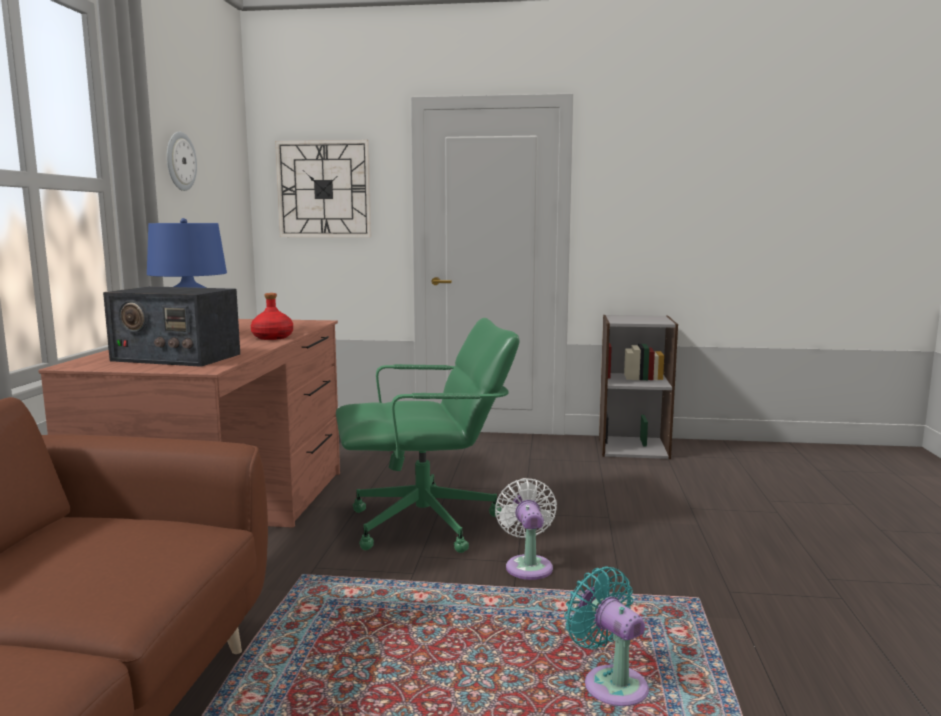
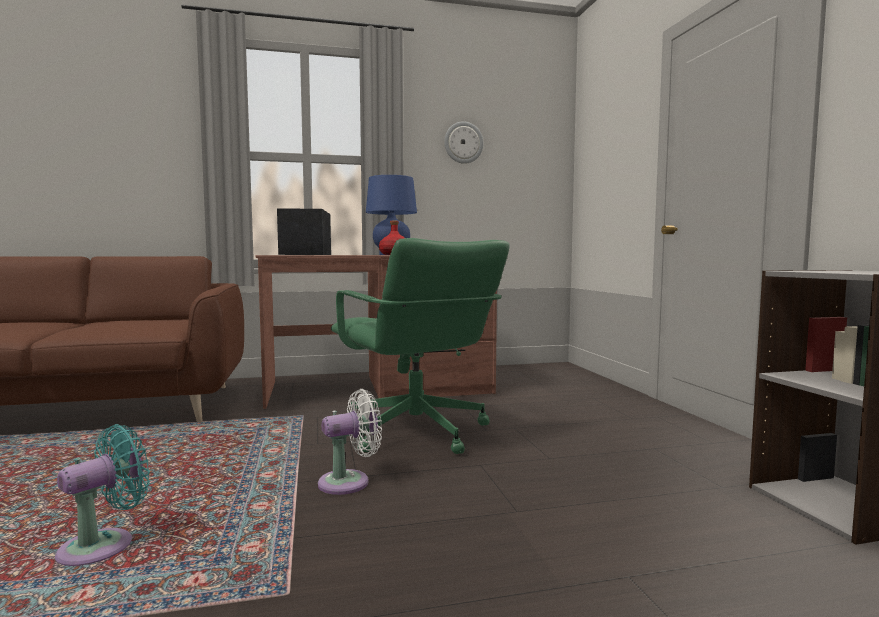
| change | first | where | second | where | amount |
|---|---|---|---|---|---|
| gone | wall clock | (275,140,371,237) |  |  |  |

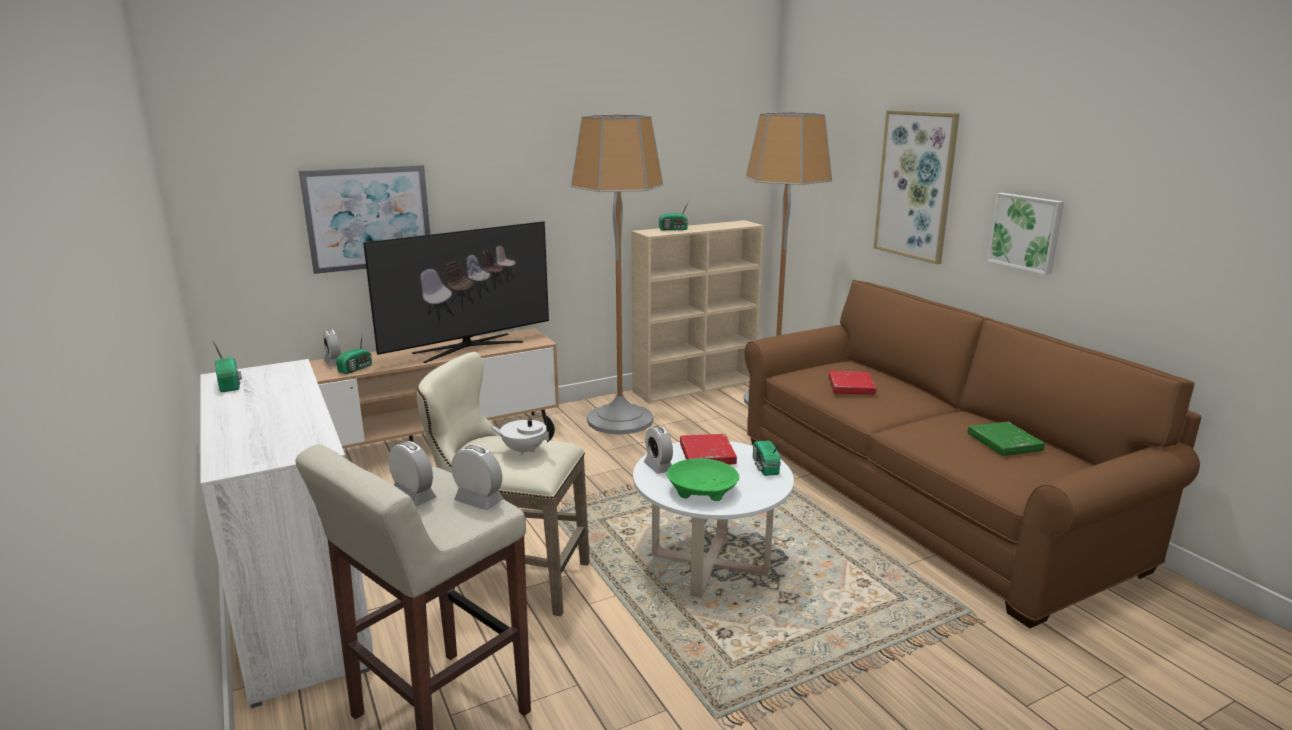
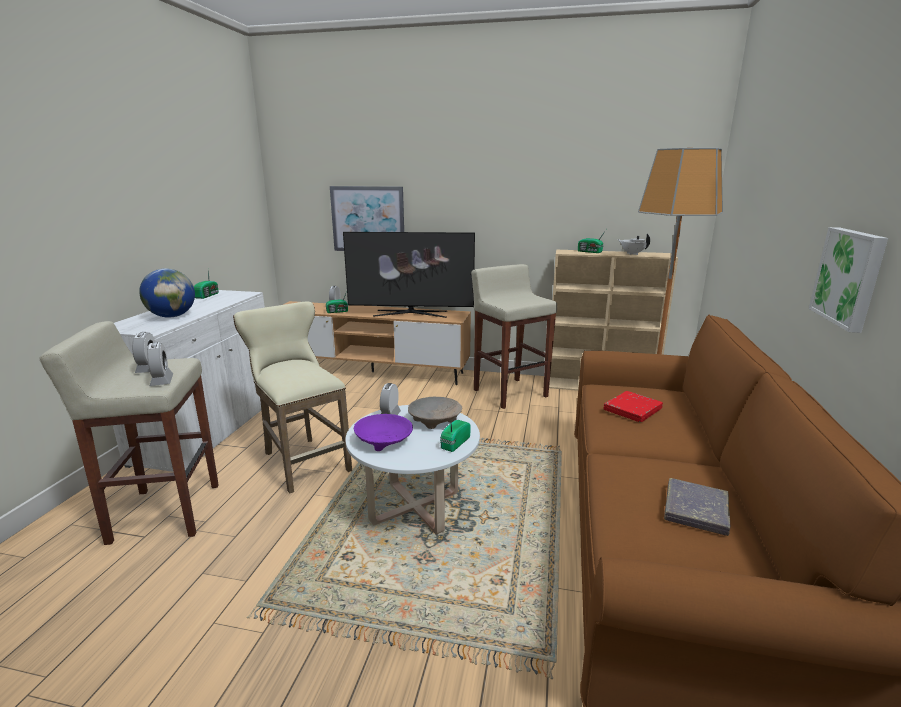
| change | first | where | second | where | amount |
|---|---|---|---|---|---|
| gone | picture | (874,110,960,264) |  |  |  |
| new |  |  | globe | (139,268,195,318) |  |
| shifted | white teapot | (489,415,555,456) |  | (618,233,650,255) |  |
| swapped | floor lamp | (571,114,663,435) | beige stool | (471,264,557,409) |  |
| swapped | red book | (680,434,737,465) | beige bowl | (408,396,462,429) |  |
| repainted | green bowl | (667,458,739,501) | purple bowl | (354,414,413,451) |  |
| repainted | green book | (967,422,1045,456) | grey book | (664,478,730,536) |  |

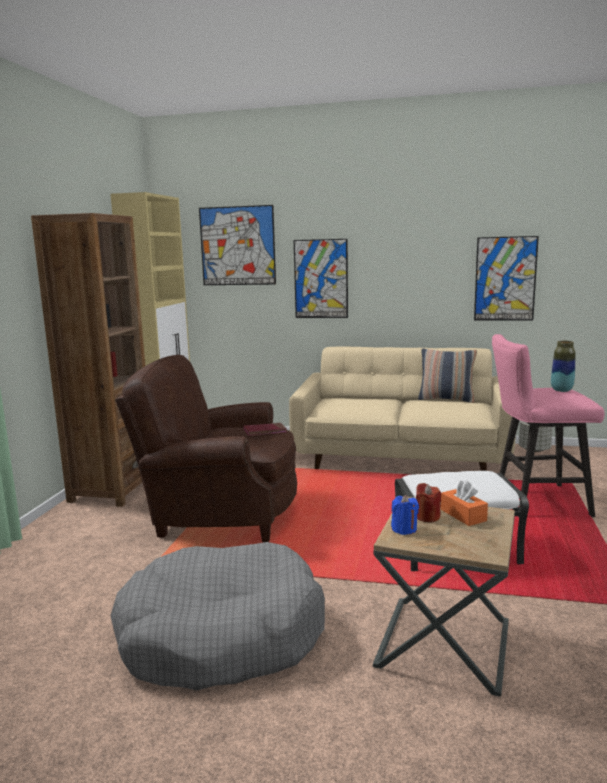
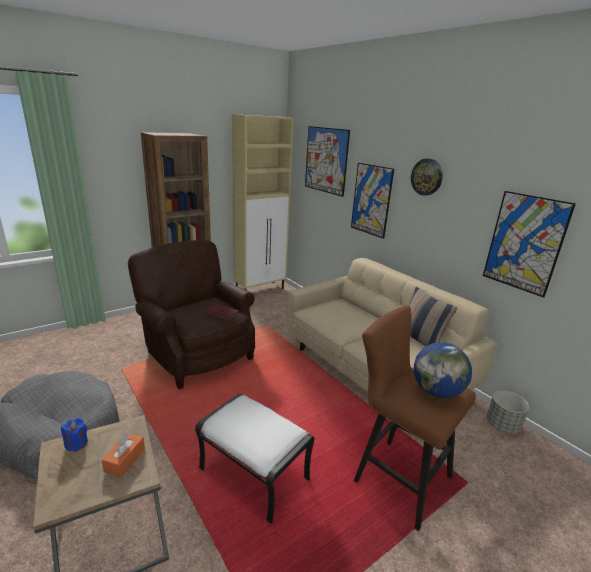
| change | first | where | second | where | amount |
|---|---|---|---|---|---|
| gone | red candle | (416,483,441,522) |  |  |  |
| new |  |  | wall clock | (411,159,443,196) |  |
| swapped | vase | (551,341,575,392) | globe | (414,342,472,398) |  |
| repainted | pink stool | (492,334,605,517) | brown stool | (354,305,476,531) |  |

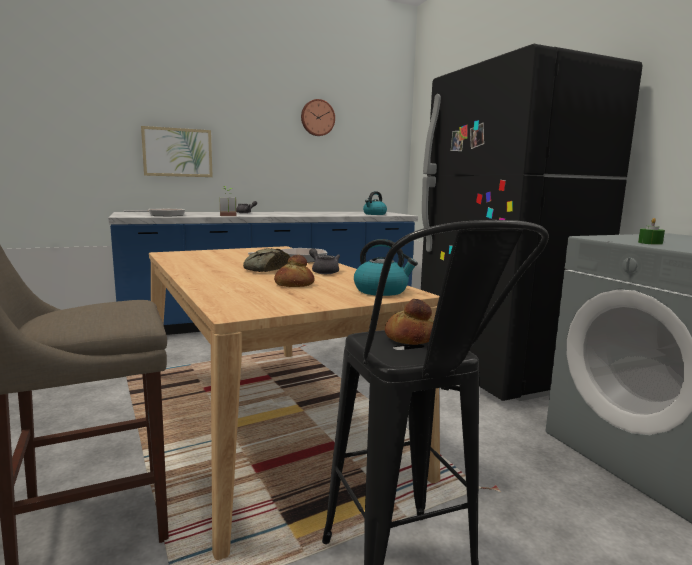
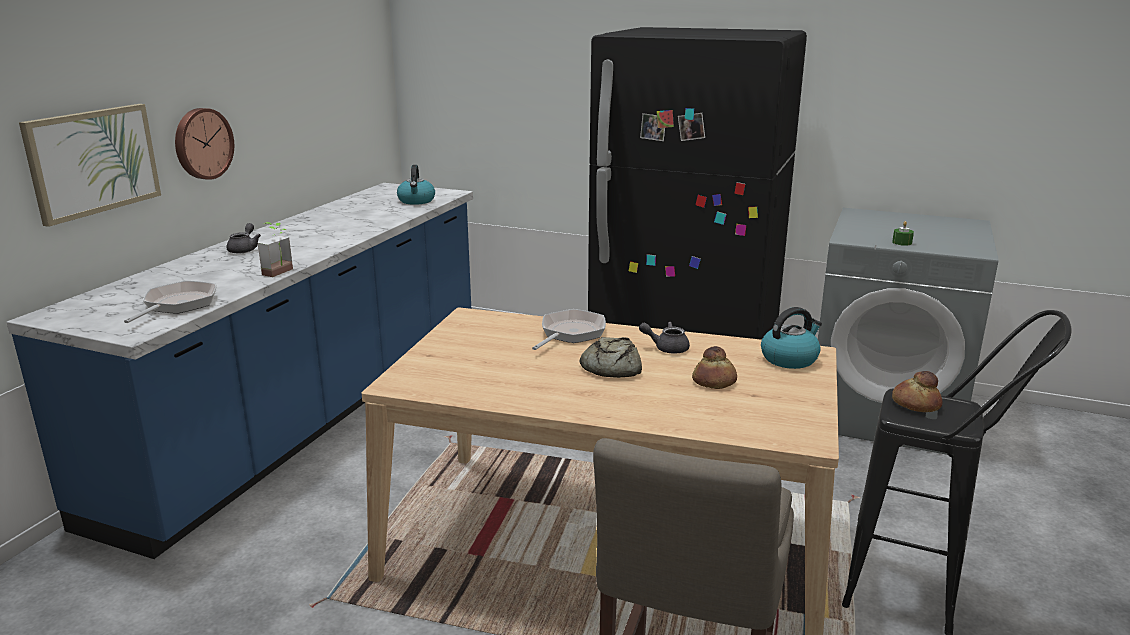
| change | first | where | second | where | amount |
|---|---|---|---|---|---|
| shifted | wall clock | (301,99,335,136) |  | (175,108,234,180) |  |

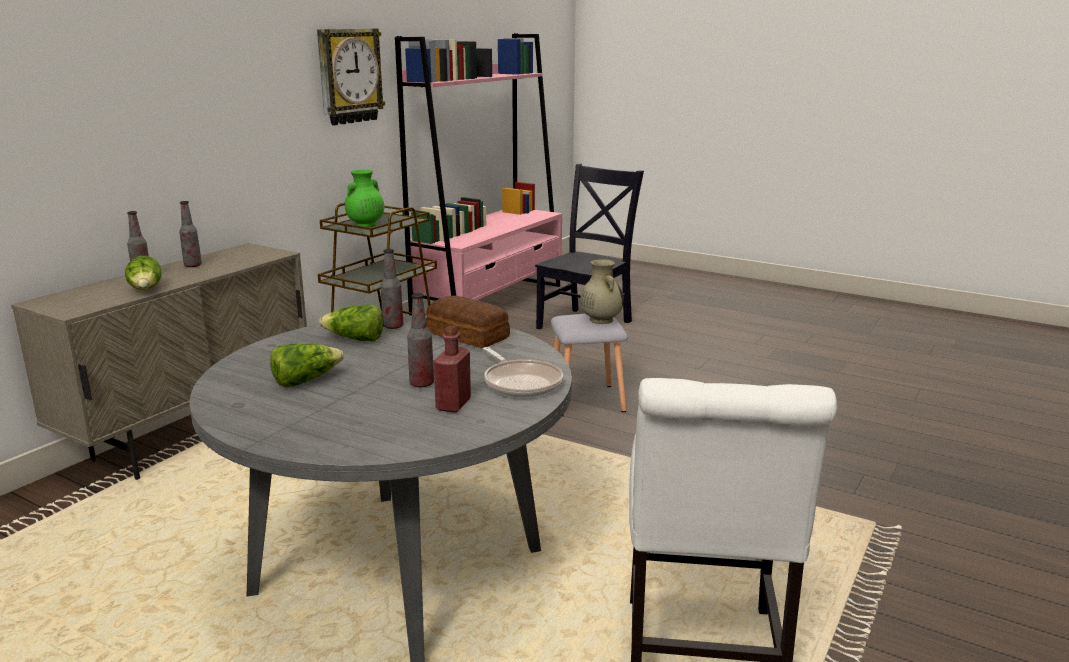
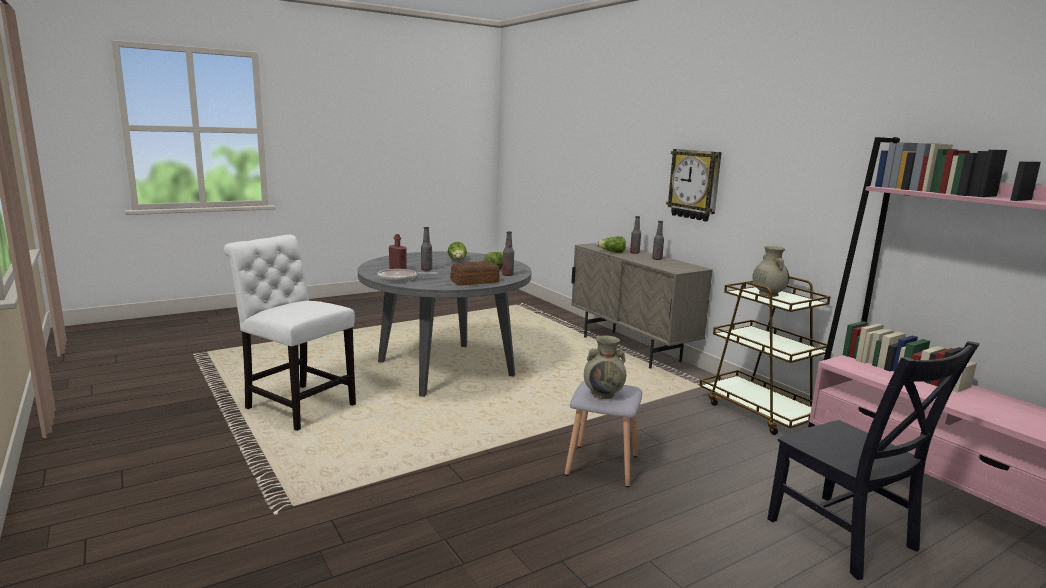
| change | first | where | second | where | amount |
|---|---|---|---|---|---|
| shifted | wall clock | (317,29,385,125) |  | (666,149,722,221) |  |
| repainted | green vase | (345,170,384,227) | beige vase | (752,246,789,297) |  |

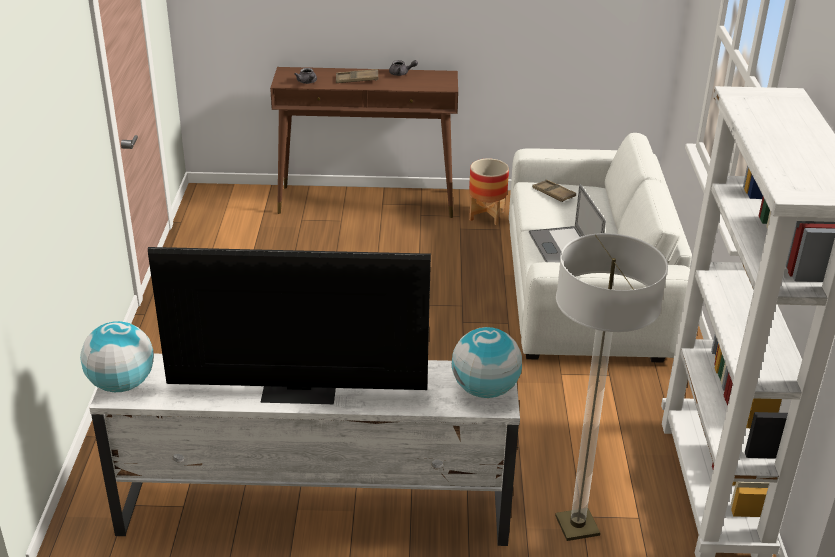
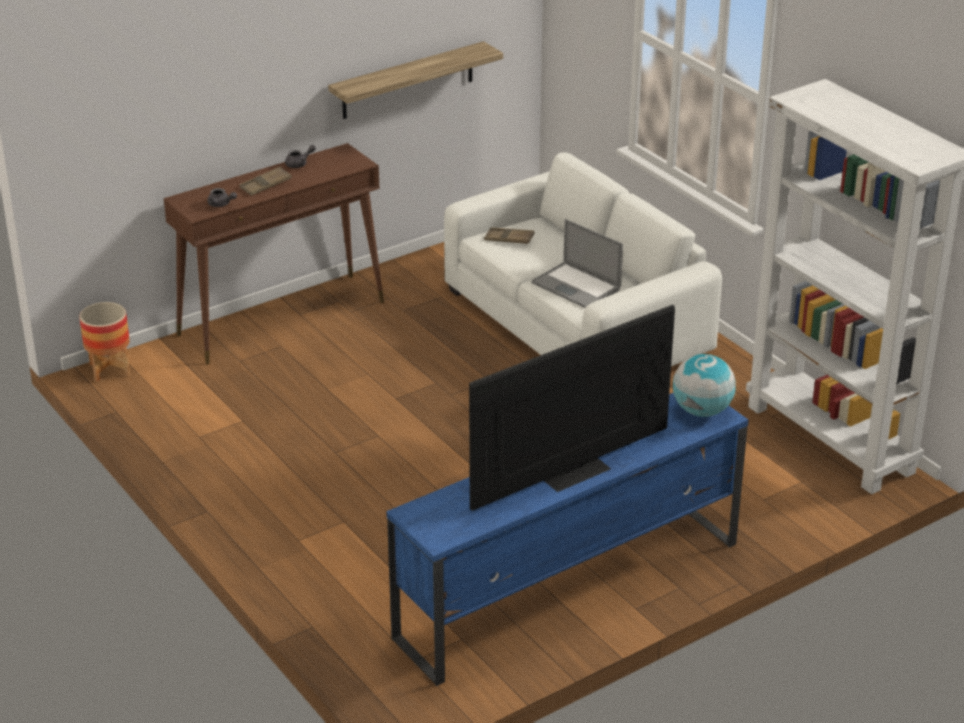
| change | first | where | second | where | amount |
|---|---|---|---|---|---|
| gone | globe | (80,321,154,392) |  |  |  |
| gone | floor lamp | (555,233,668,541) |  |  |  |
| new |  |  | shelf | (328,41,503,119) |  |
| shifted | planter | (469,158,509,225) |  | (79,302,130,382) |  |
| repainted | white tv stand | (89,354,520,546) | blue tv stand | (386,393,749,686) |  |

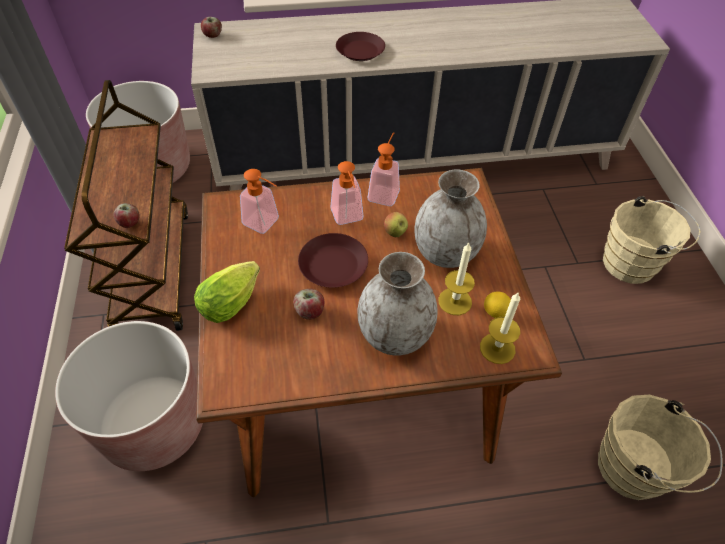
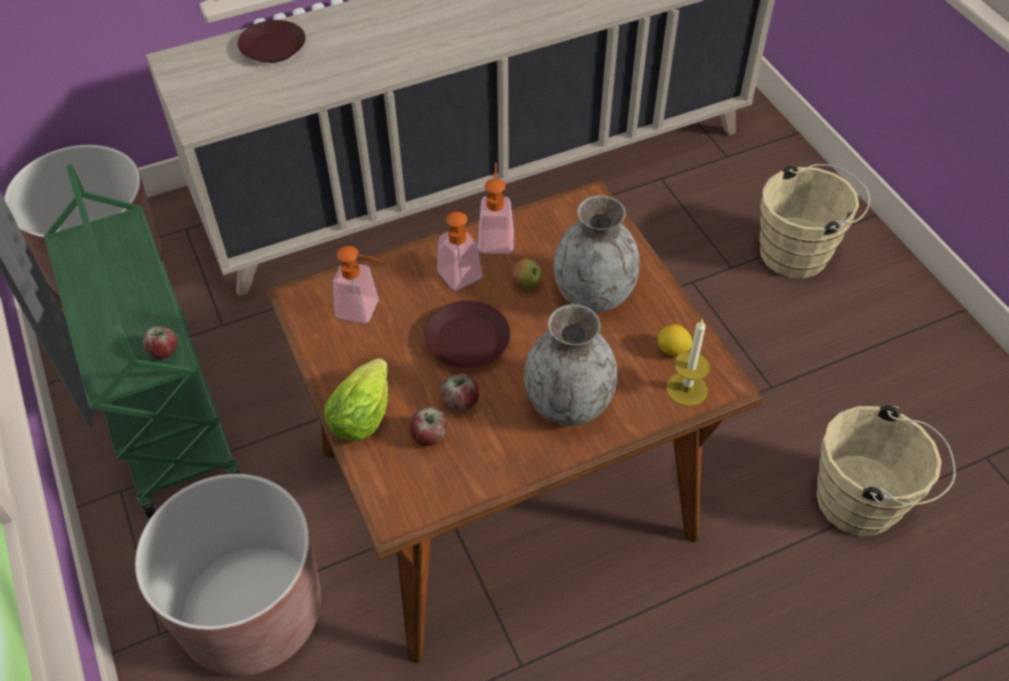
| change | first | where | second | where | amount |
|---|---|---|---|---|---|
| gone | candle | (439,243,475,315) |  |  |  |
| shifted | apple | (201,17,222,38) |  | (409,407,448,446) |  |
| shifted | brown plate | (336,32,385,61) |  | (238,20,305,63) |  |
| repainted | brown cart | (64,80,188,331) | green cart | (44,165,241,518) |  |

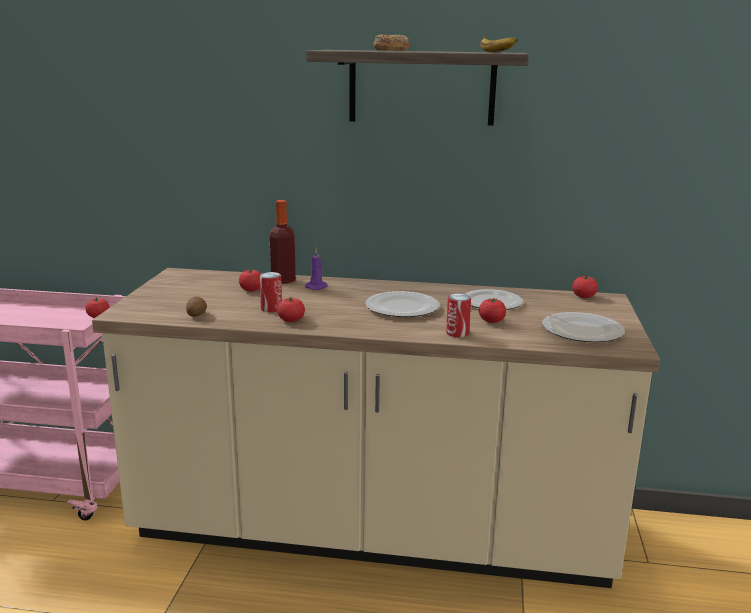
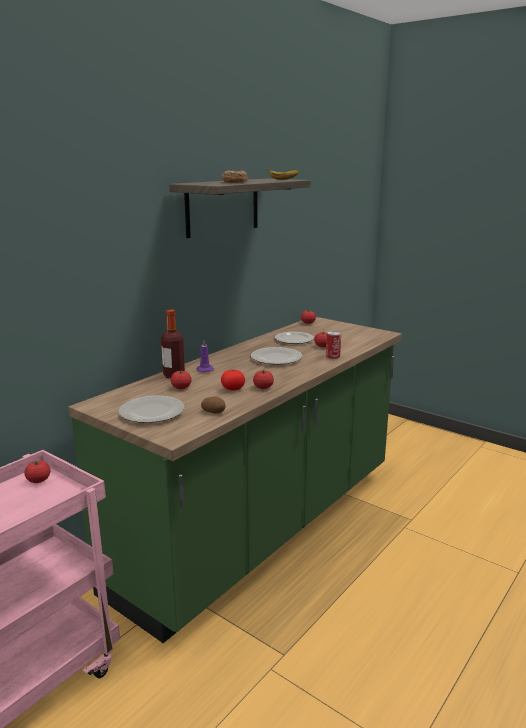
| change | first | where | second | where | amount |
|---|---|---|---|---|---|
| shifted | plate | (542,312,625,342) |  | (119,396,185,423) |  |
| swapped | can | (259,272,282,313) | tomato | (221,369,245,391) |  |
| repainted | beige counter | (92,268,660,588) | green counter | (68,317,402,643) |  |

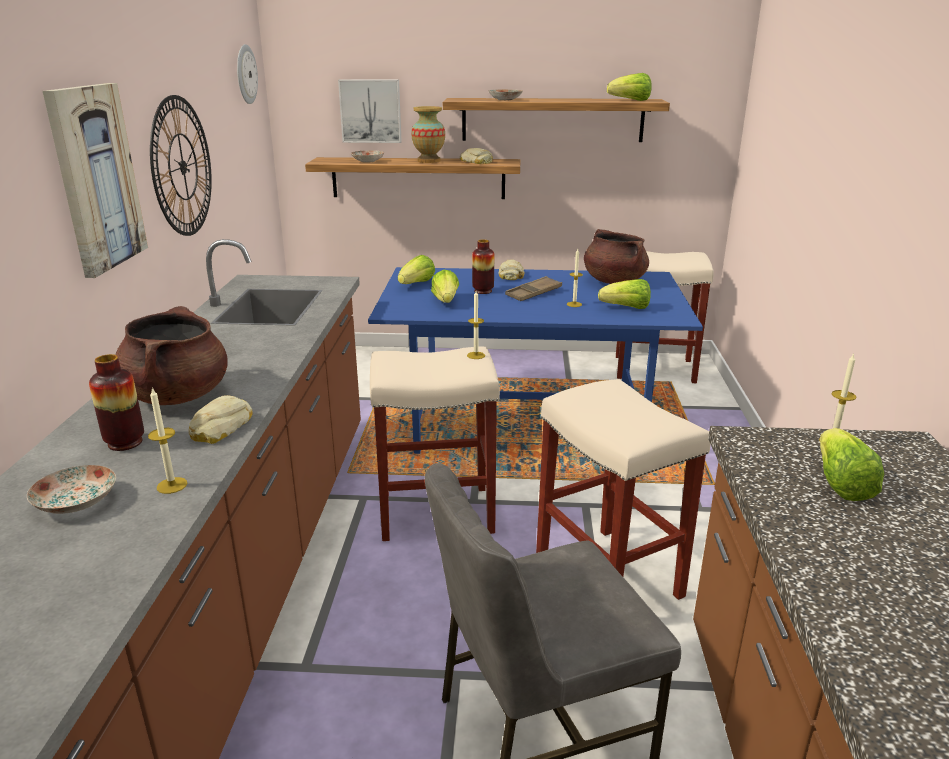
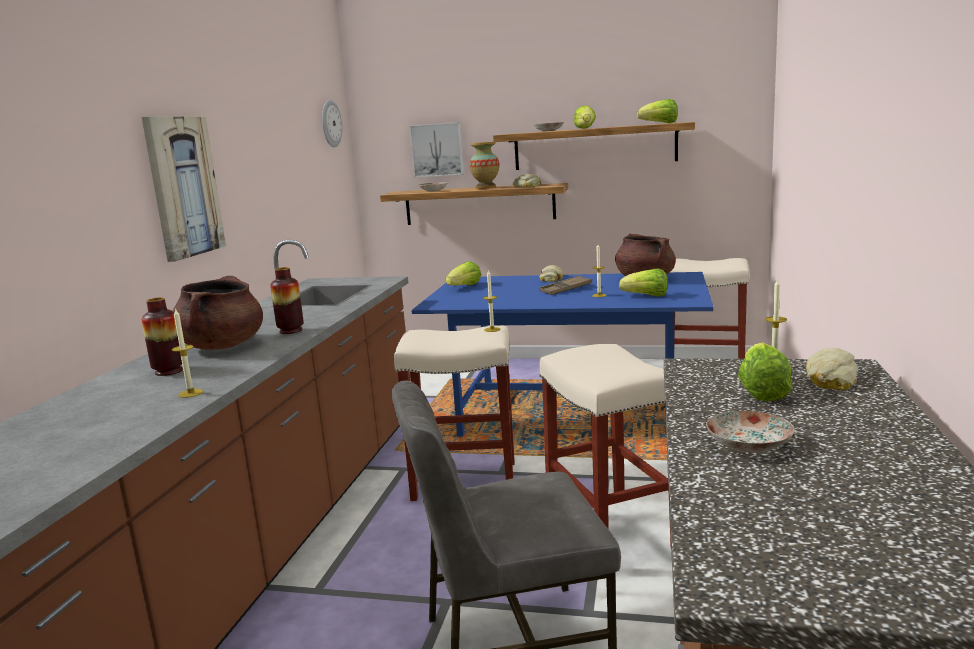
| change | first | where | second | where | amount |
|---|---|---|---|---|---|
| gone | wall clock | (150,95,212,236) |  |  |  |
| shifted | plate | (27,465,116,514) |  | (706,411,795,453) |  |
| shifted | bread | (189,395,253,444) |  | (806,348,858,390) |  |
| shifted | lettuce | (431,270,459,303) |  | (574,105,596,129) |  |
| shifted | vase | (472,239,494,294) |  | (270,267,304,334) |  |

